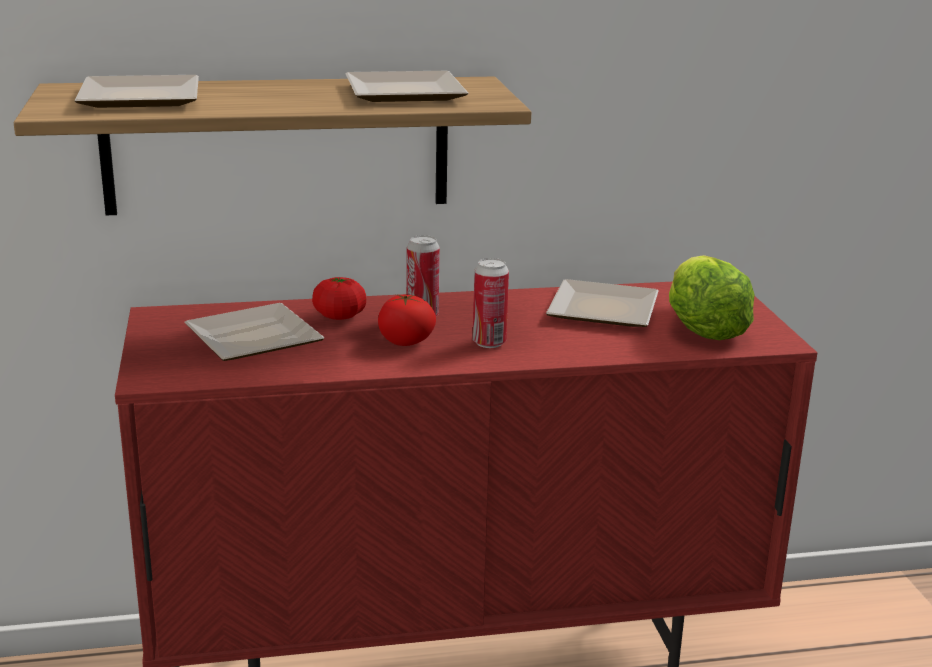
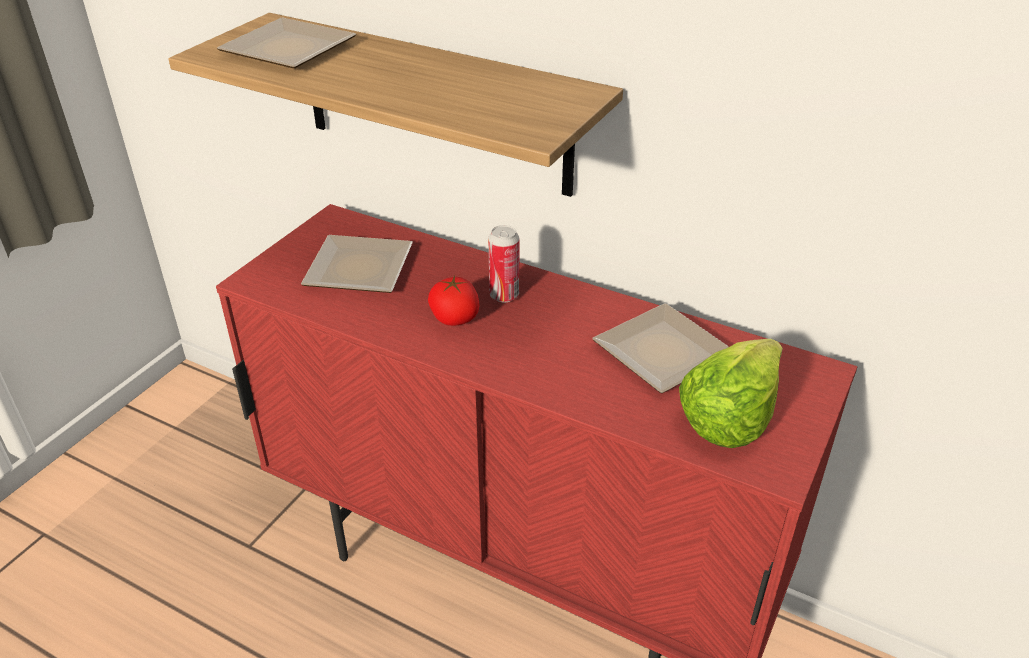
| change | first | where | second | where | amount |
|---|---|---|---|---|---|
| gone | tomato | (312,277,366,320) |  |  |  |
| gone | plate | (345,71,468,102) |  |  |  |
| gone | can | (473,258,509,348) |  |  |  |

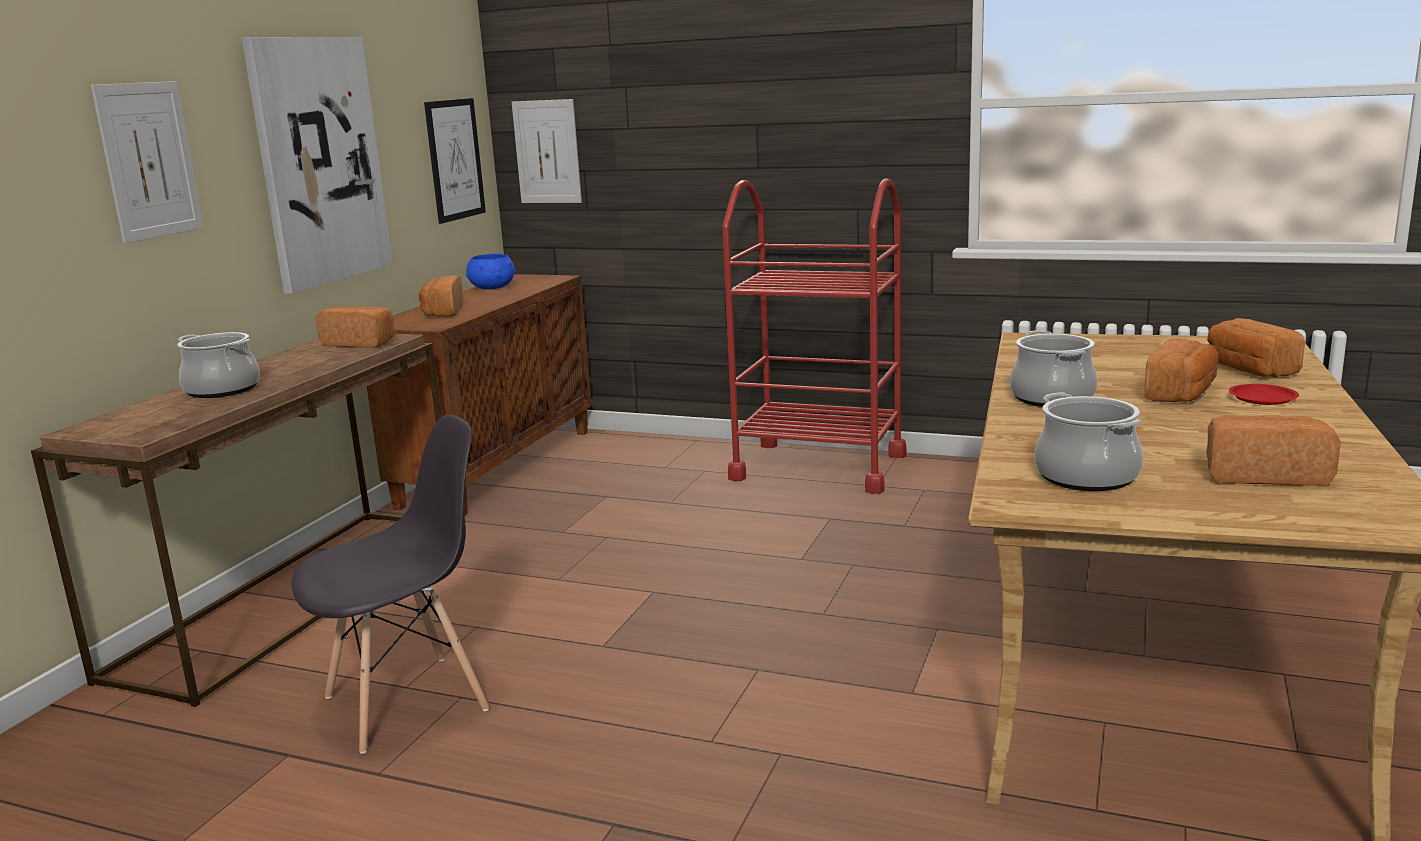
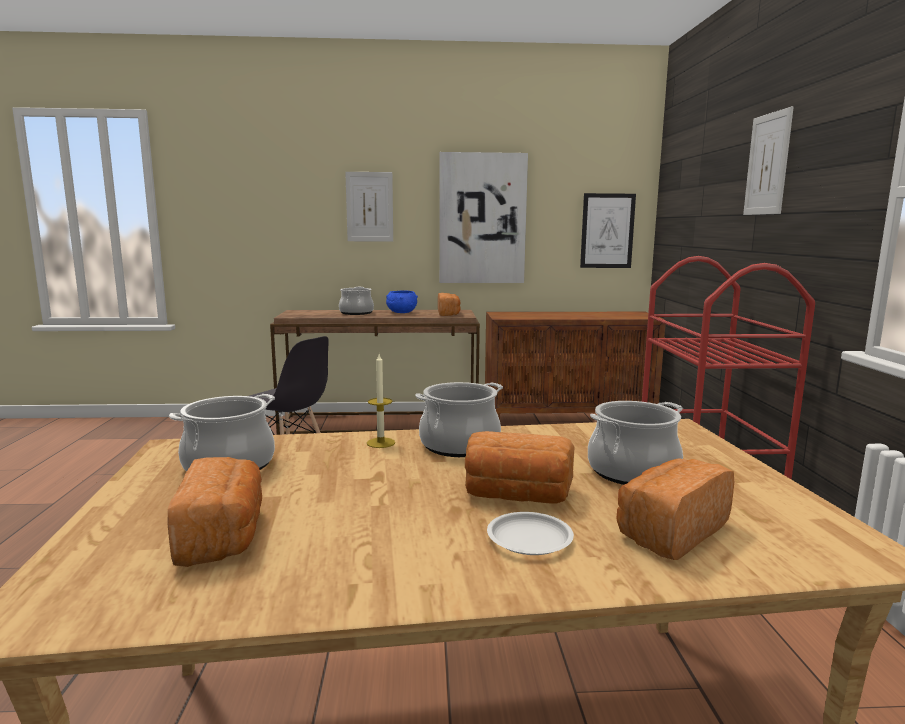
| change | first | where | second | where | amount |
|---|---|---|---|---|---|
| gone | bread | (419,275,463,317) |  |  |  |
| new |  |  | candle | (367,354,395,448) |  |
| new |  |  | cooking pot | (588,401,683,485) |  |
| shifted | blue bowl | (466,253,516,289) |  | (386,291,418,313) |  |
| shifted | picture | (512,99,582,203) |  | (743,106,794,215) |  |
| repainted | red plate | (1229,384,1299,405) | white plate | (487,512,574,555) |  |

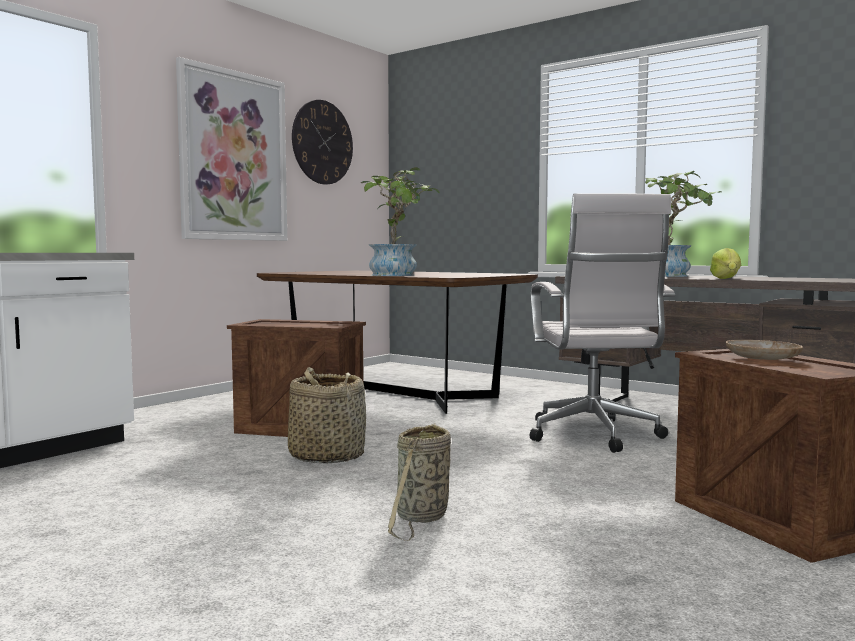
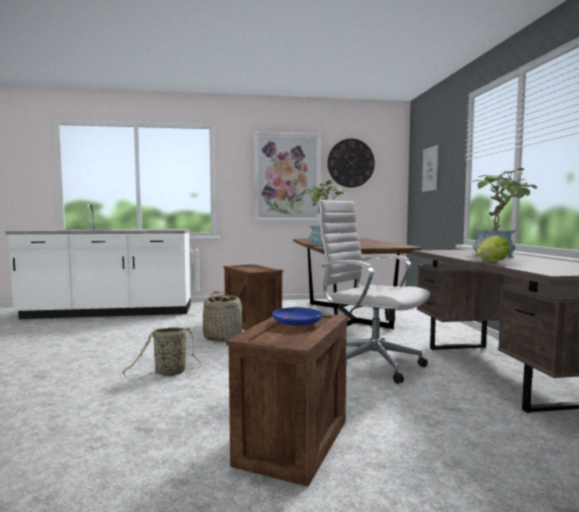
| change | first | where | second | where | amount |
|---|---|---|---|---|---|
| new |  |  | picture | (422,145,438,192) |  |
| repainted | beige plate | (726,340,803,360) | blue plate | (272,307,322,326) |  |
| rotated | white office chair | (530,193,675,453) |  | (317,200,430,384) | 90 degrees clockwise |

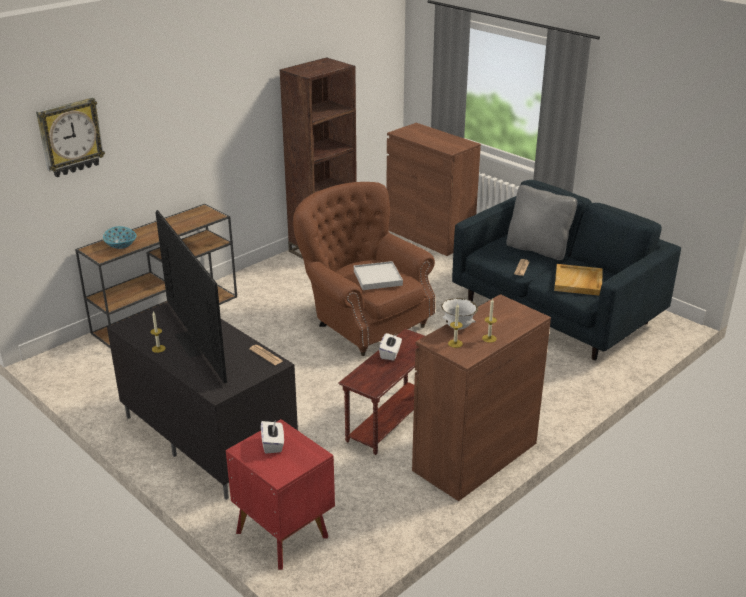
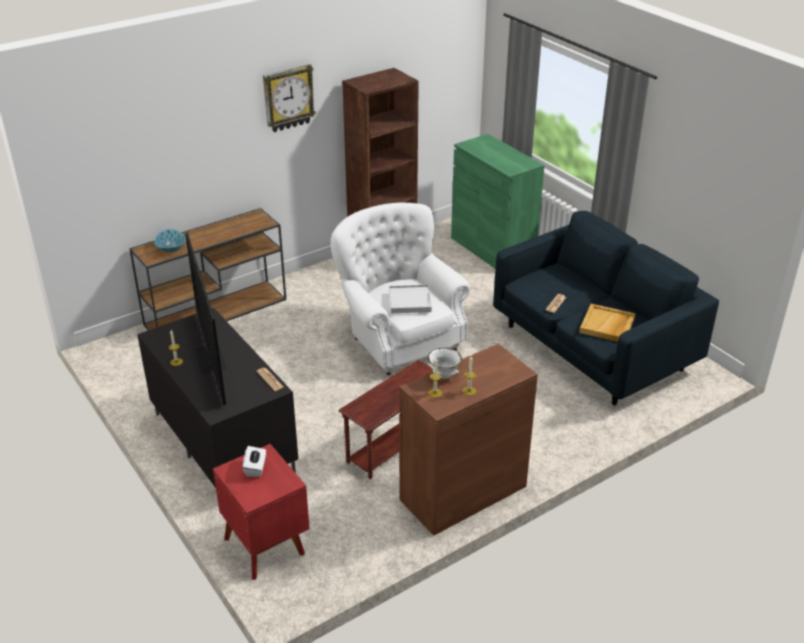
| change | first | where | second | where | amount |
|---|---|---|---|---|---|
| gone | white tissue box | (379,333,402,361) |  |  |  |
| gone | grey pillow | (506,185,577,260) |  |  |  |
| shifted | wall clock | (36,98,105,177) |  | (263,64,316,132) |  |
| repainted | brown armchair | (293,182,435,356) | white armchair | (331,202,470,376) |  |
| repainted | brown cabinet | (386,123,481,256) | green cabinet | (451,134,545,269) |  |

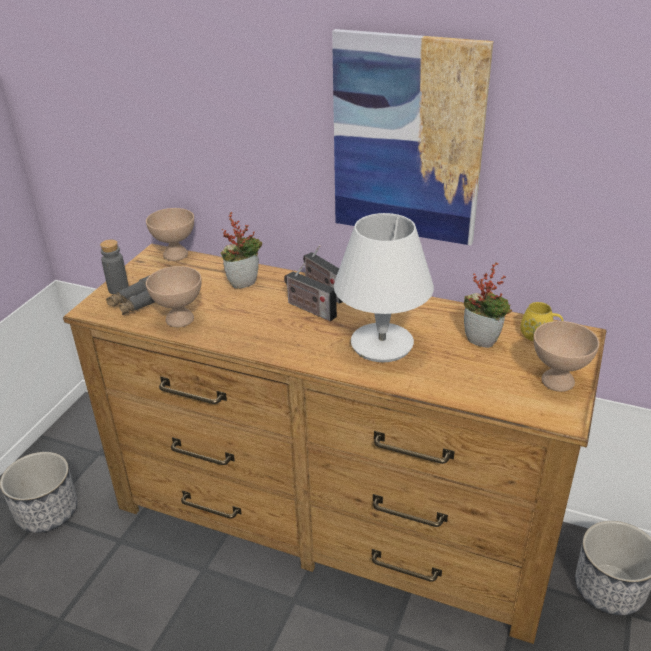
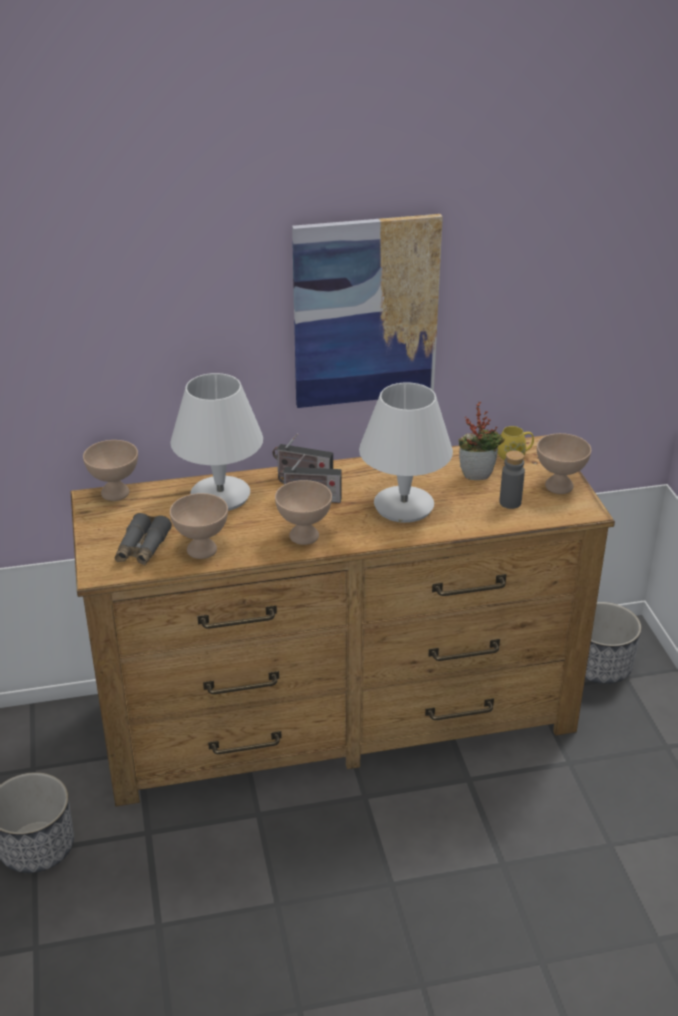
| change | first | where | second | where | amount |
|---|---|---|---|---|---|
| new |  |  | beige bowl | (275,480,332,545) |  |
| shifted | grey bottle | (100,239,129,295) |  | (499,450,525,509) |  |
| swapped | potted plant | (221,212,262,289) | white table lamp | (170,373,263,511) |  |

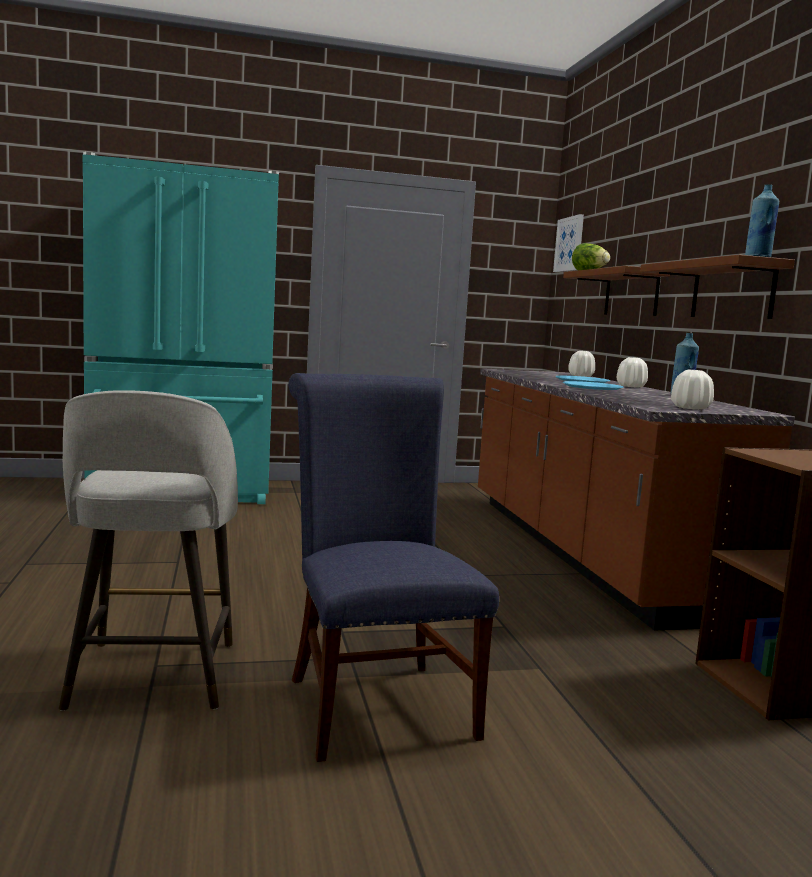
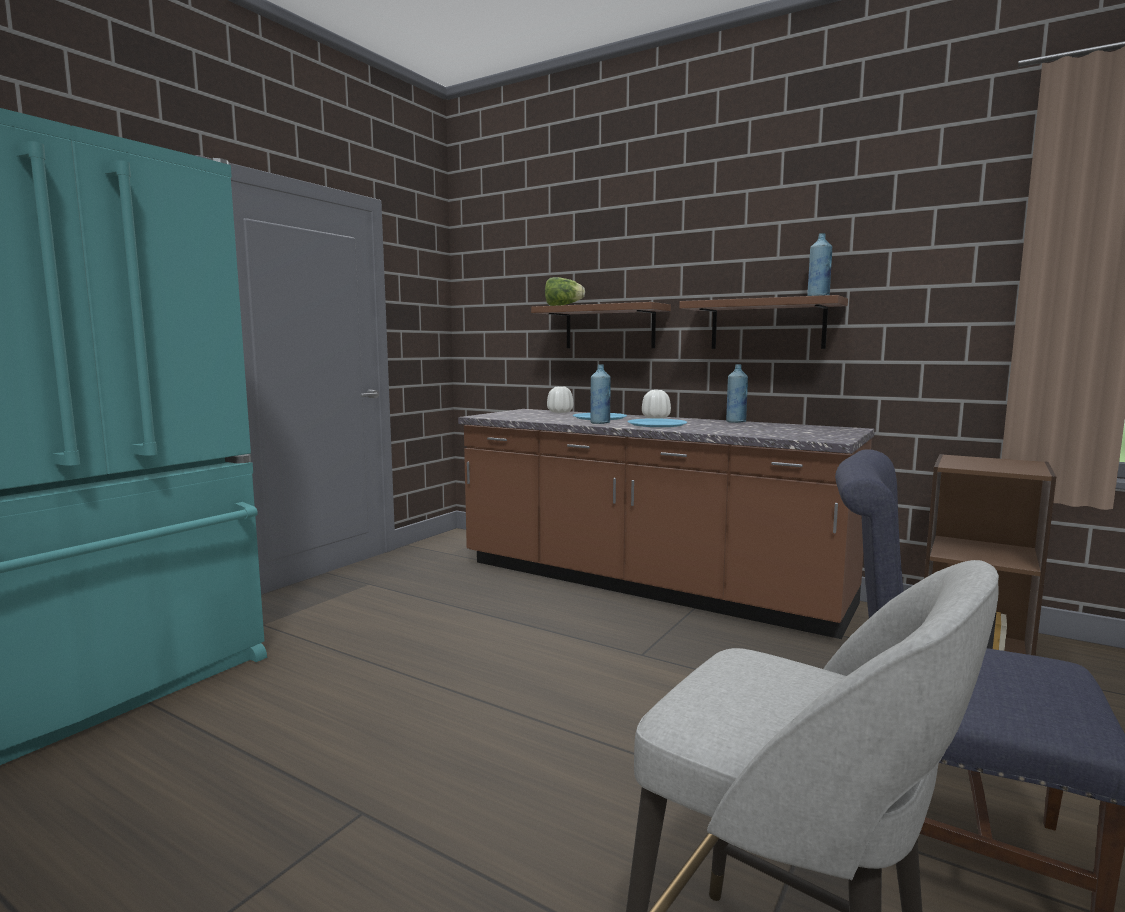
| change | first | where | second | where | amount |
|---|---|---|---|---|---|
| gone | picture | (553,214,584,272) |  |  |  |
| gone | white vase | (671,370,714,410) |  |  |  |
| new |  |  | blue bottle | (590,364,611,424) |  |

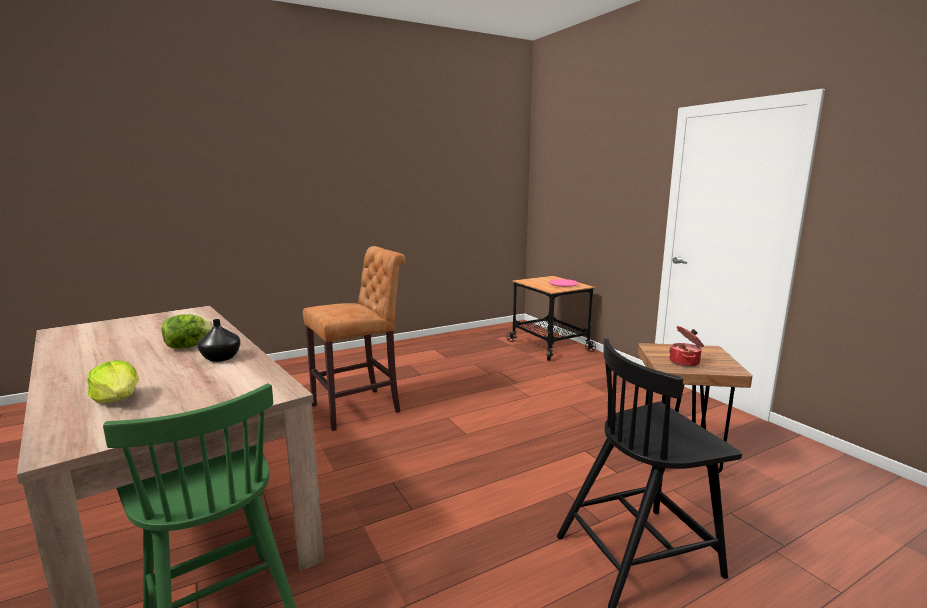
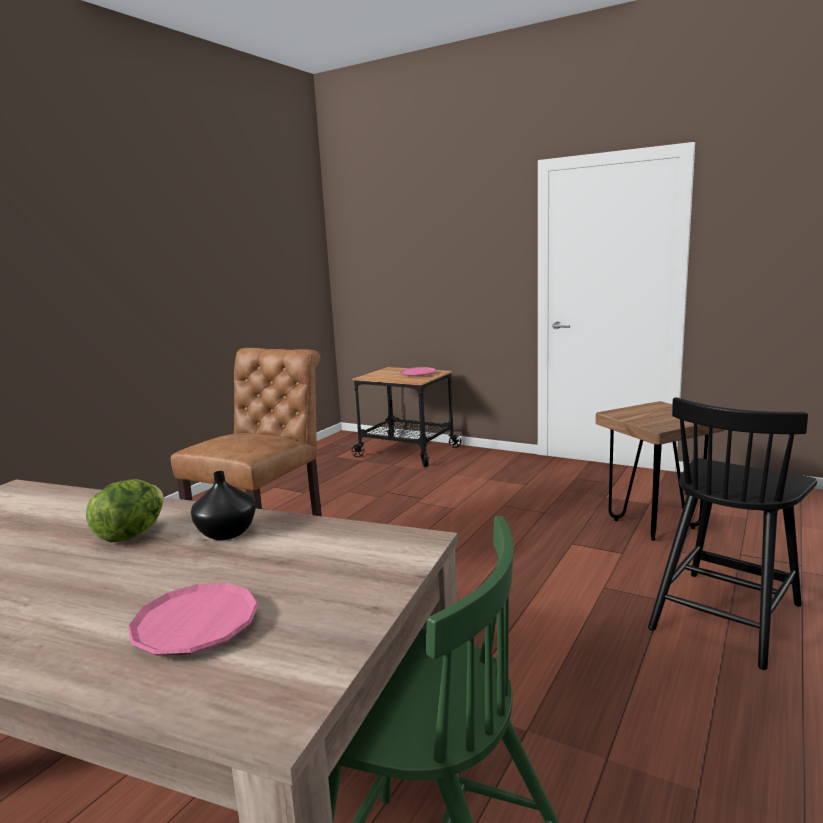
| change | first | where | second | where | amount |
|---|---|---|---|---|---|
| gone | cooking pot | (669,326,704,367) |  |  |  |
| swapped | lettuce | (88,360,139,403) | pink plate | (127,583,259,656) |  |

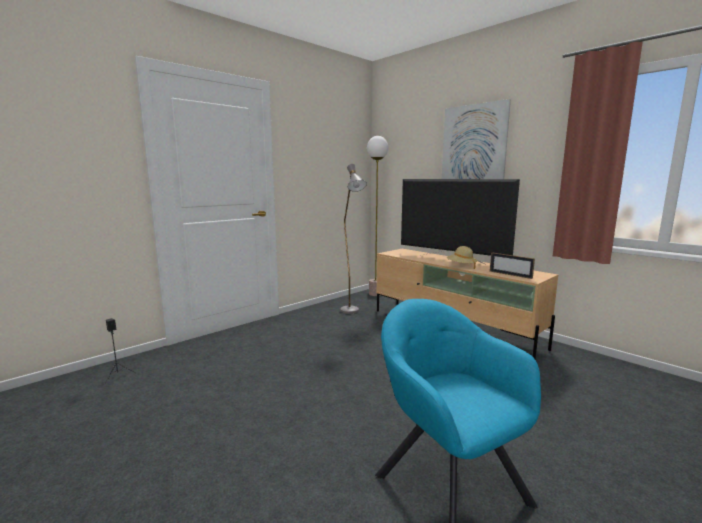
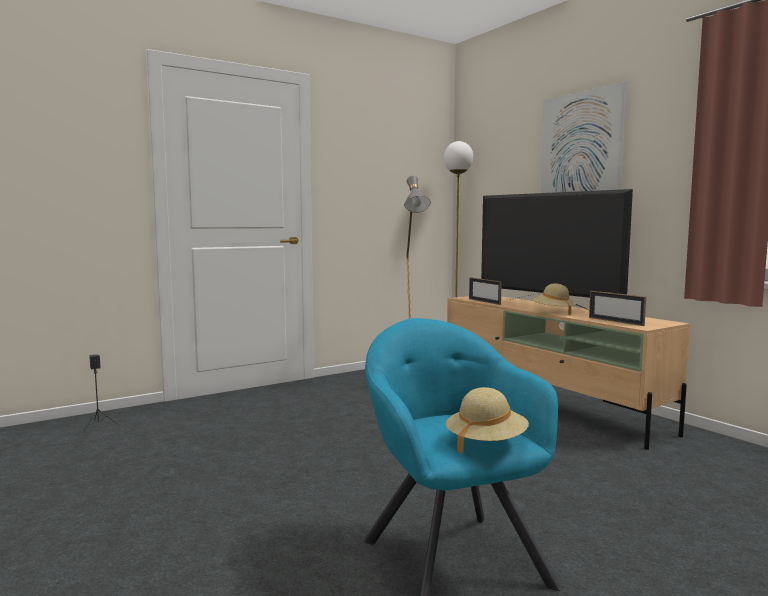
| change | first | where | second | where | amount |
|---|---|---|---|---|---|
| new |  |  | beige hat | (446,387,529,454) |  |
| new |  |  | picture frame | (469,277,502,305) |  |

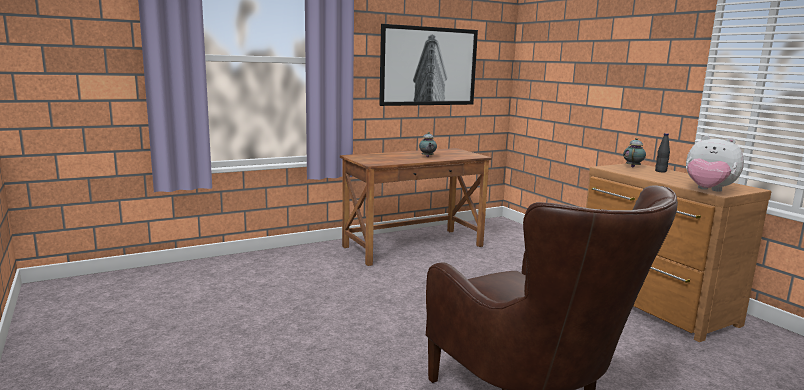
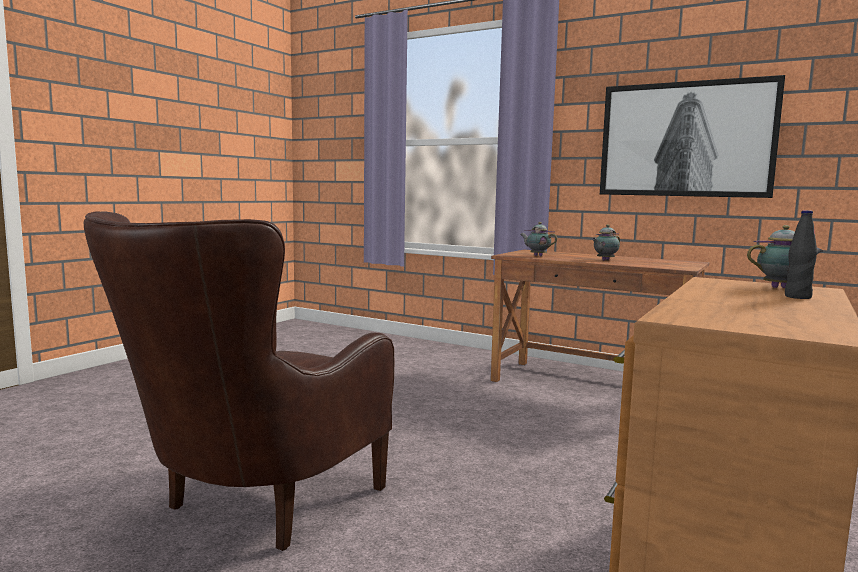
| change | first | where | second | where | amount |
|---|---|---|---|---|---|
| gone | plush toy | (686,135,744,192) |  |  |  |
| new |  |  | teapot | (520,222,557,256) |  |

